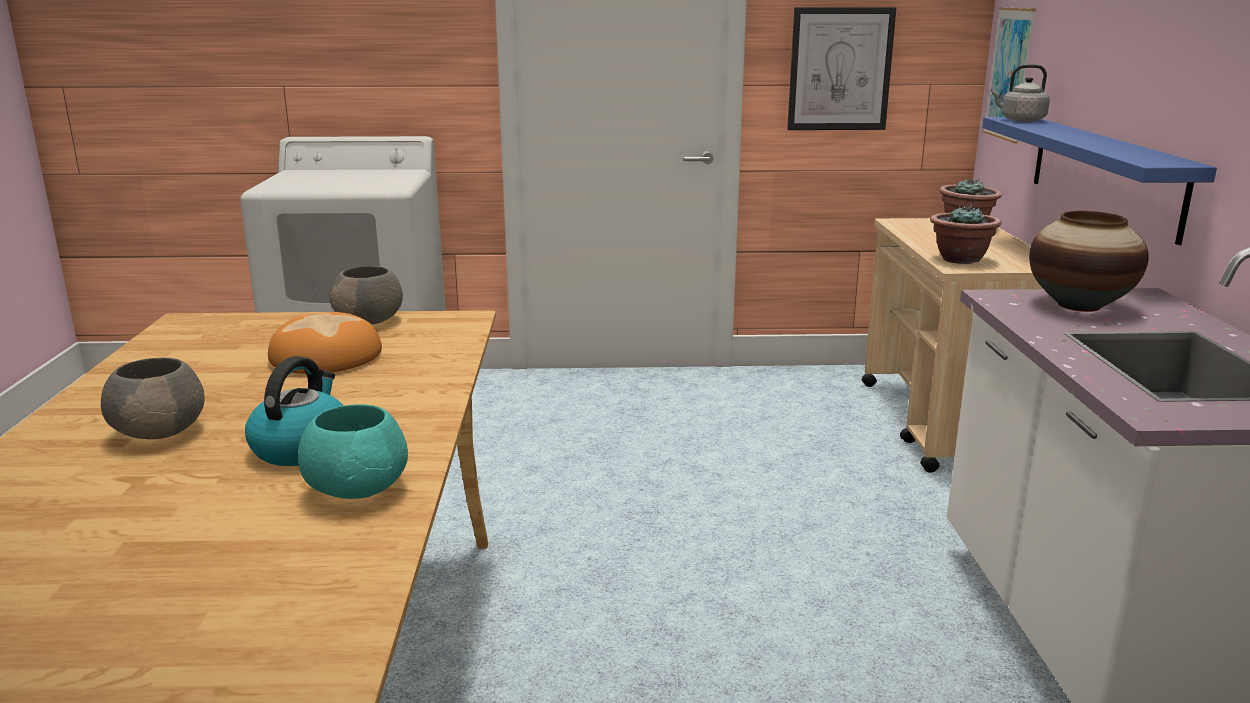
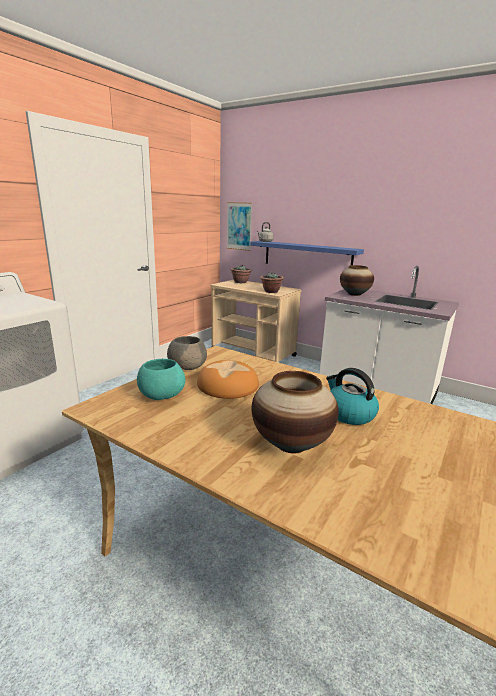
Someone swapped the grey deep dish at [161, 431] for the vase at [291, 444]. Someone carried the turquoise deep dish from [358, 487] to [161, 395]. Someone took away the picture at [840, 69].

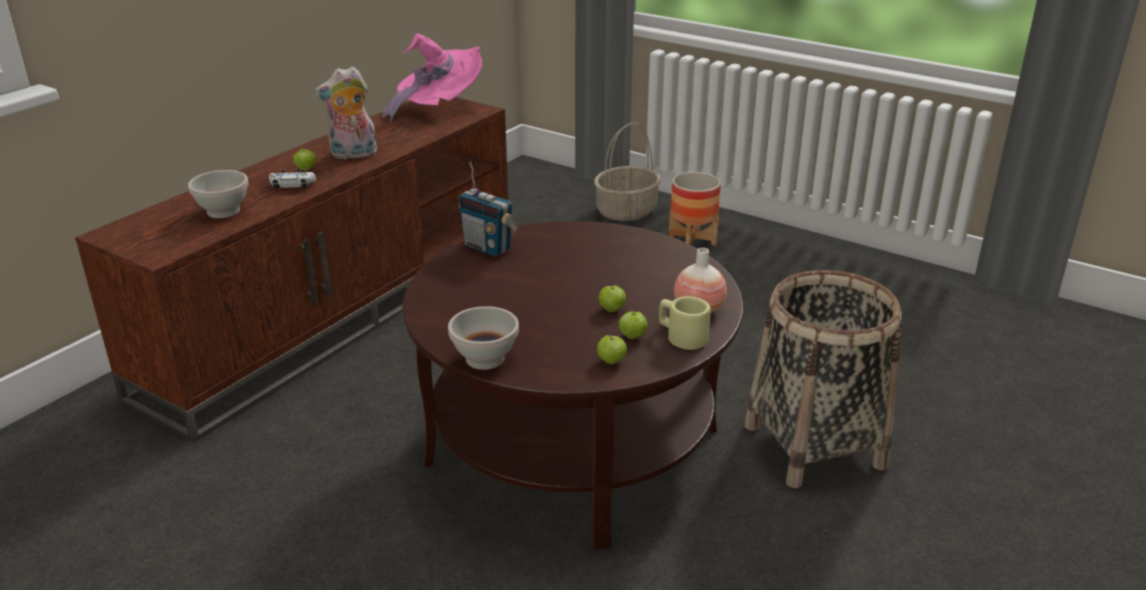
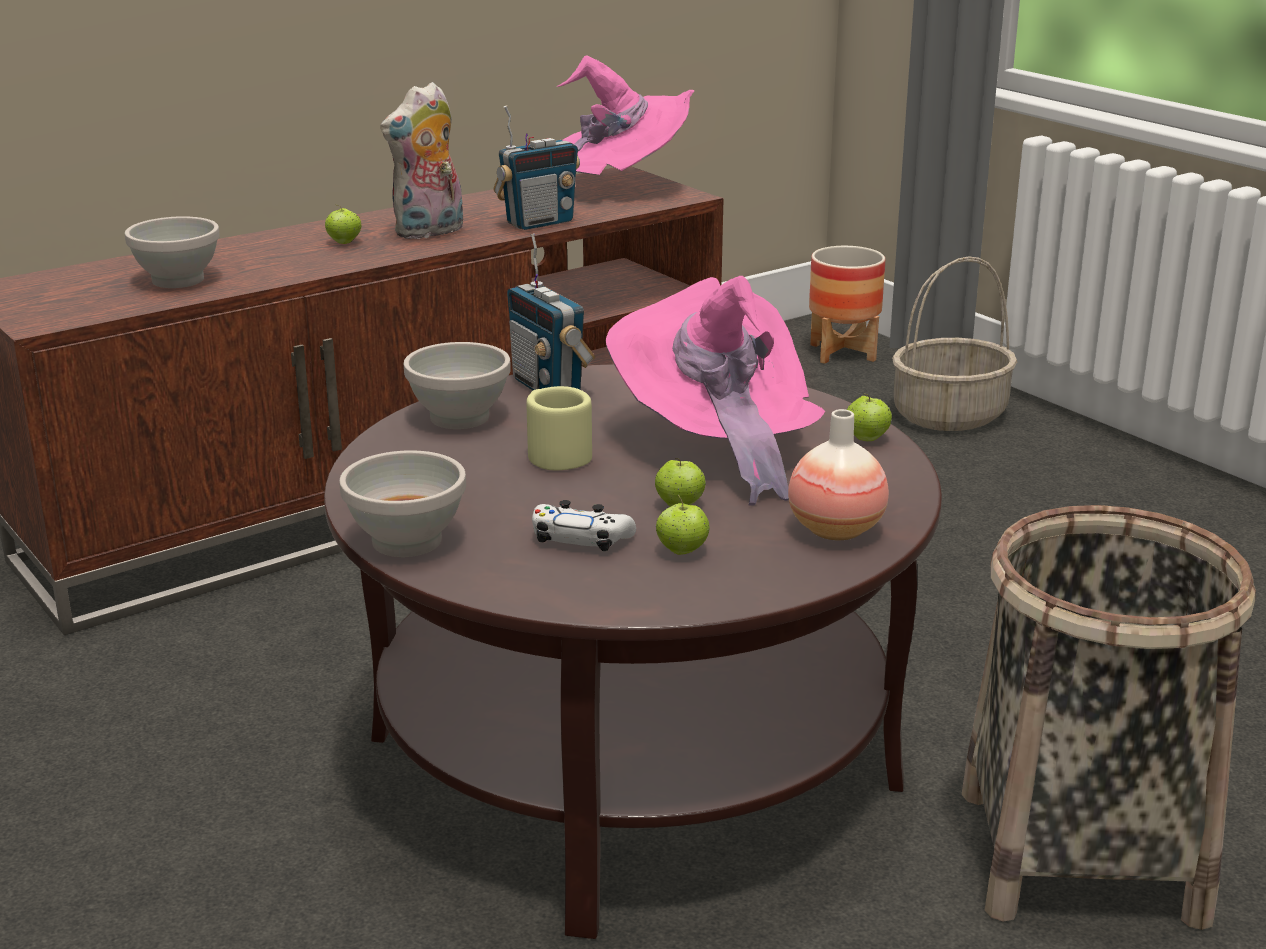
Someone carried the whitish gamepad from [292, 185] to [581, 538]. Someone rotated the soft toy at [352, 155] by 45 degrees counterclockwise. Someone carried the apple from [611, 361] to [867, 439]. Someone carried the beige mug from [681, 336] to [554, 453]. Someone carried the plant pot from [692, 241] to [843, 352]. Someone put down the whitish deep dish at [458, 418]. Someone put down the radio set at [539, 223]. Someone put down the pink-coloured hat at [717, 445].

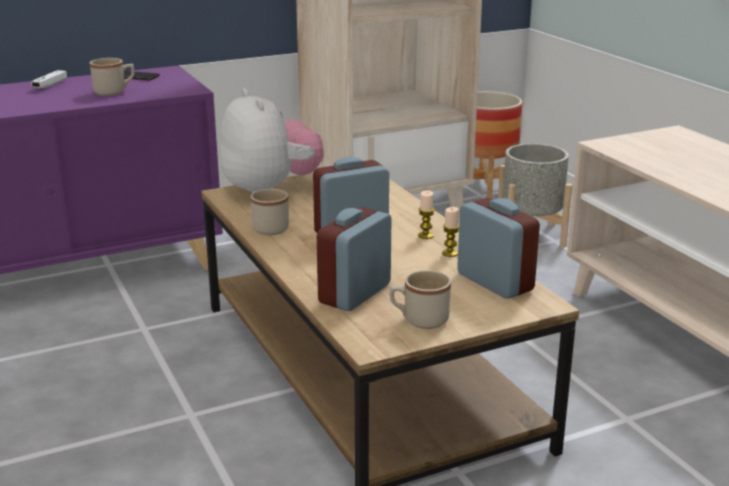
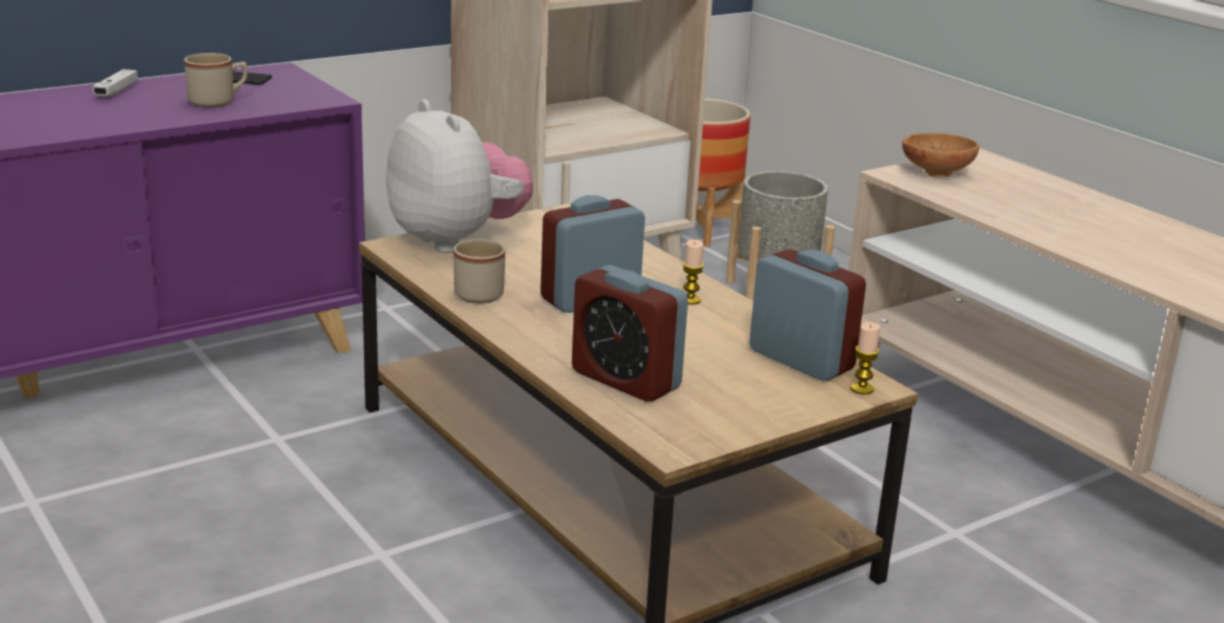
Someone rotated the table clock at [355, 293] by 75 degrees counterclockwise. Someone took away the beige mug at [419, 320]. Someone carried the wax candle from [450, 253] to [862, 389]. Someone put down the brown deep dish at [936, 172].

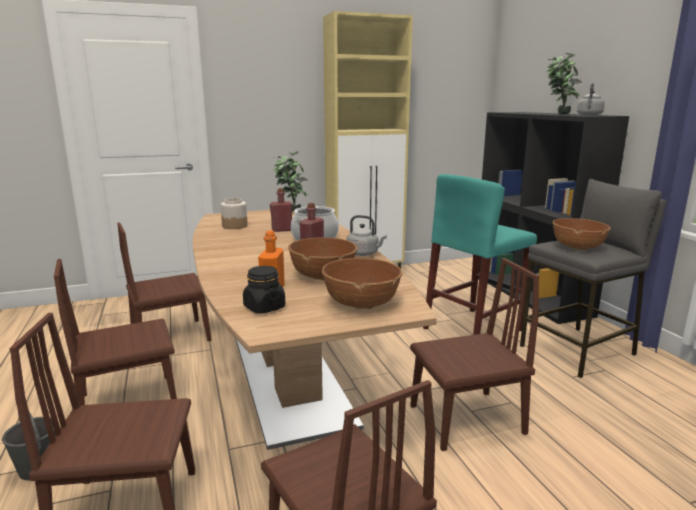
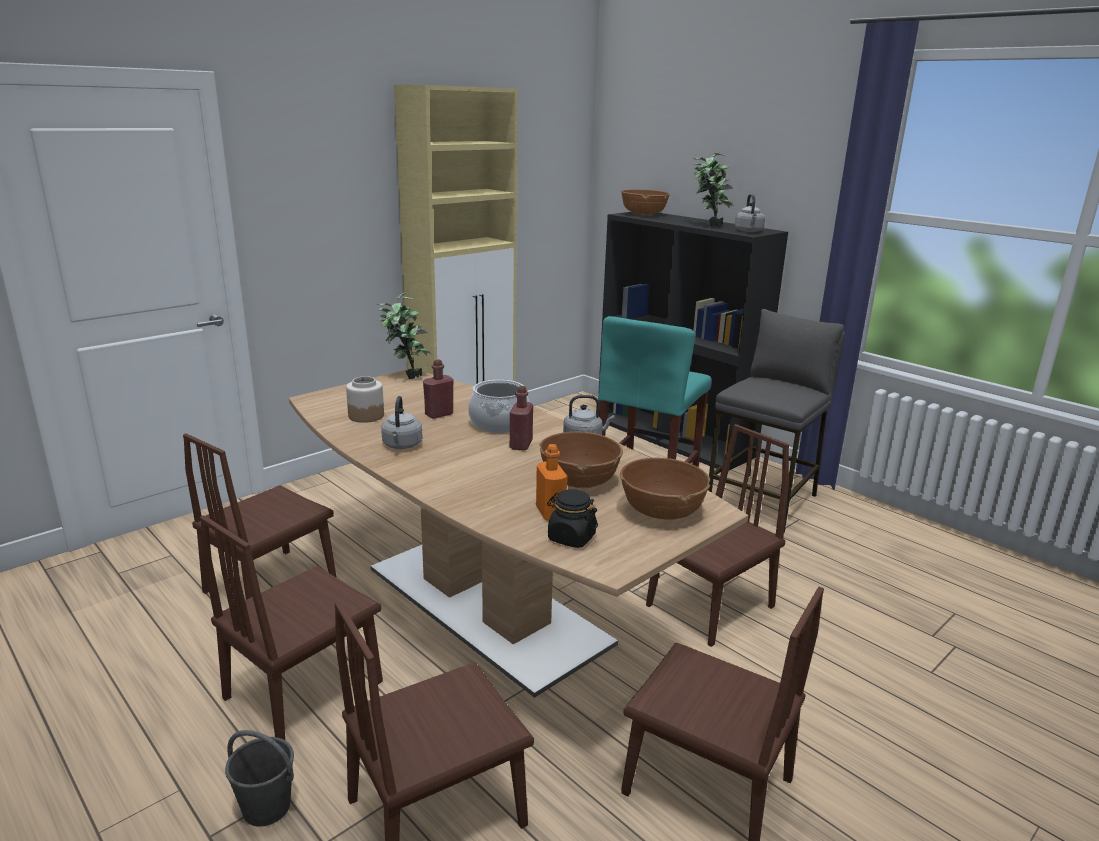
Someone carried the brown deep dish from [577, 247] to [643, 214]. Someone put down the grey water kettle at [402, 446].

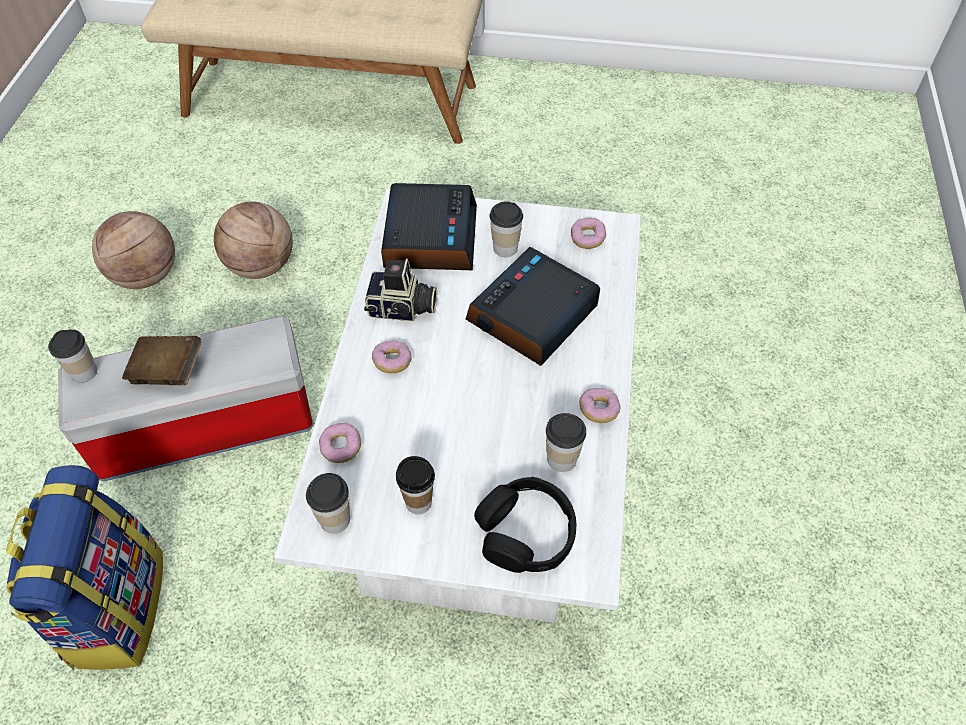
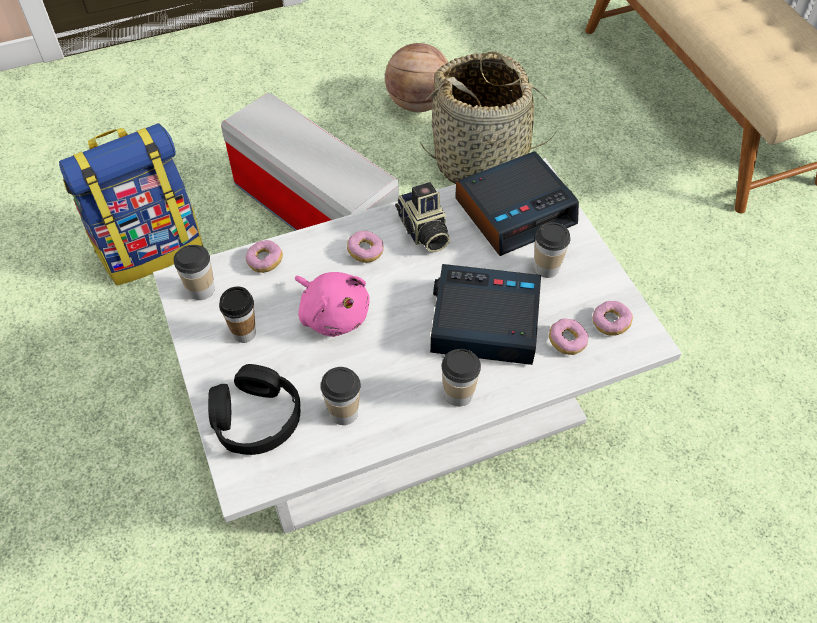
Someone carried the small cup from [84, 372] to [458, 394]. Someone took away the brown bound book at [168, 371]. Someone swapped the basketball ball at [261, 266] for the basket at [481, 160]. Someone carried the doughnut from [598, 410] to [567, 342]. Someone put down the pink-coloured soft toy at [333, 314].

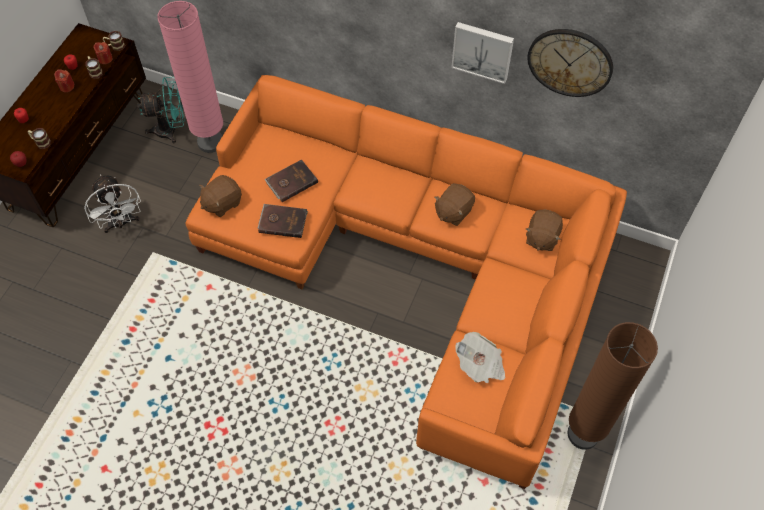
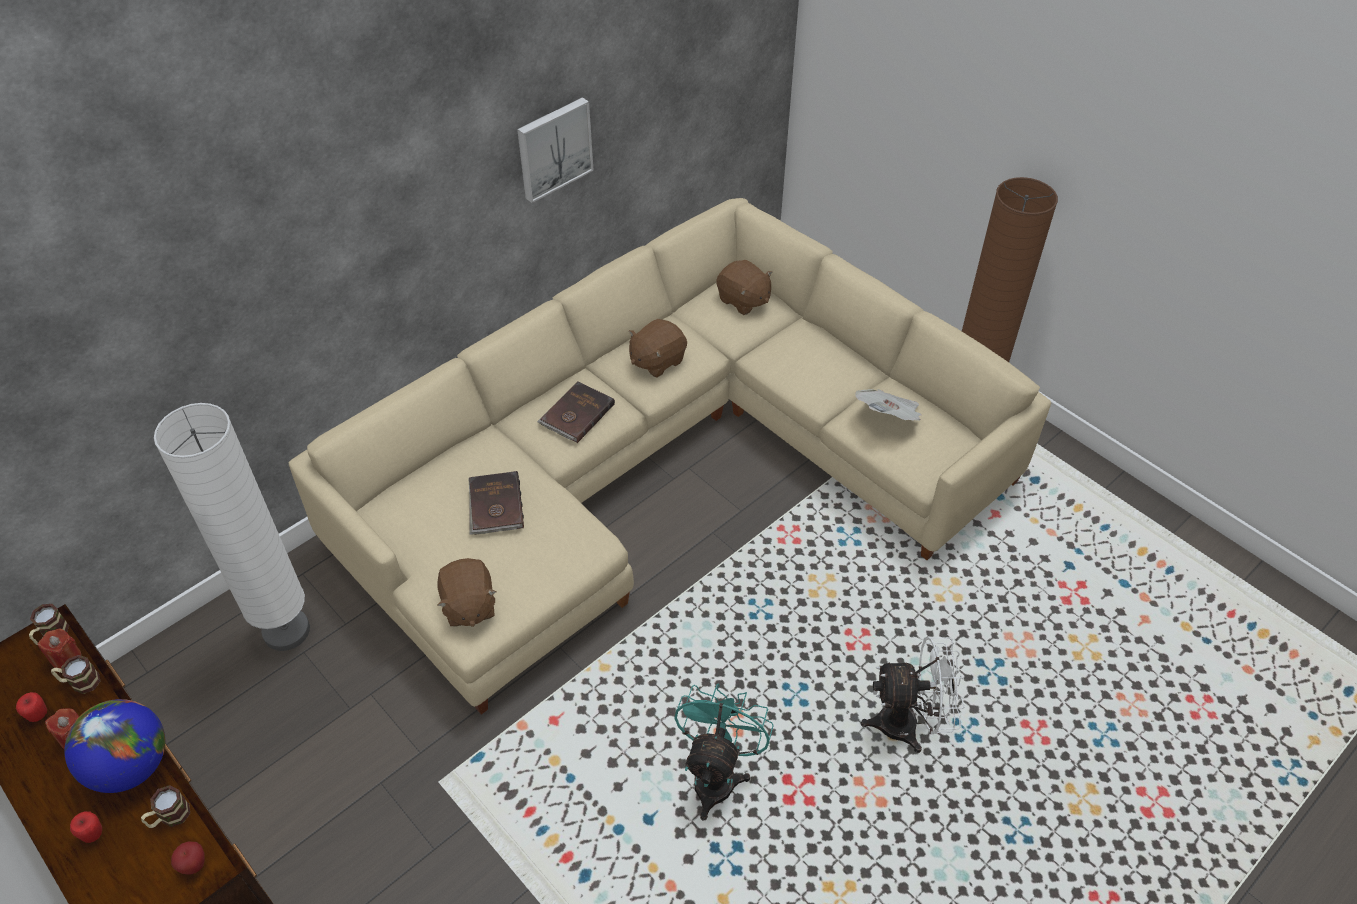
Someone carried the whitish electric fan from [121, 223] to [908, 724]. Someone carried the turquoise electric fan from [171, 130] to [716, 775]. Someone repainted the pink-coloured floor lamp at [210, 142], which became the whitish floor lamp at [286, 631]. Someone repainted the orange-coloured couch at [417, 264], which became the beige couch at [663, 464]. Someone carried the brown bound book from [282, 221] to [576, 414]. Someone rotated the brown soft toy at [453, 211] by 75 degrees clockwise. Someone took away the wall clock at [570, 62]. Someone put down the globe at [131, 766].

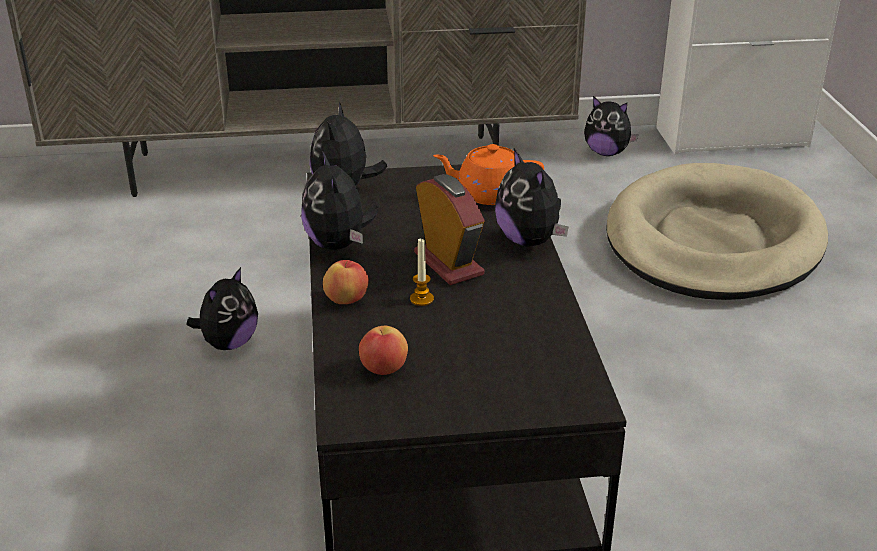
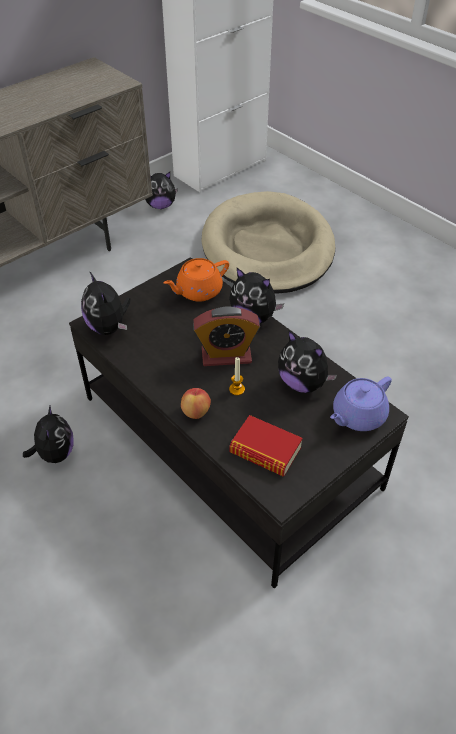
Someone carried the soft toy from [339, 244] to [303, 383]. Someone swapped the apple at [383, 369] for the bound book at [265, 450]. Someone rotated the table clock at [448, 264] by 150 degrees clockwise. Someone put down the purplish tea pot at [357, 416].

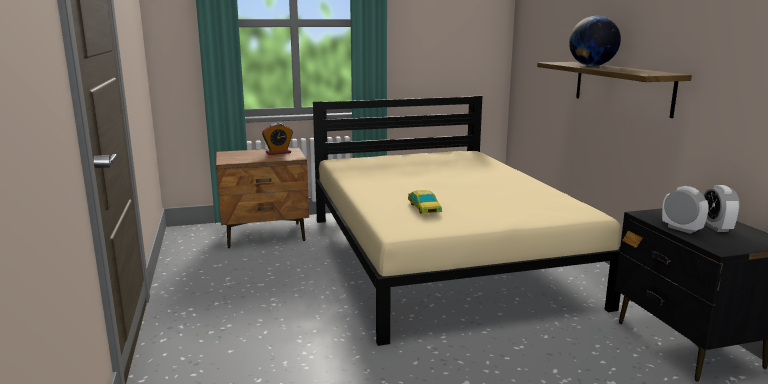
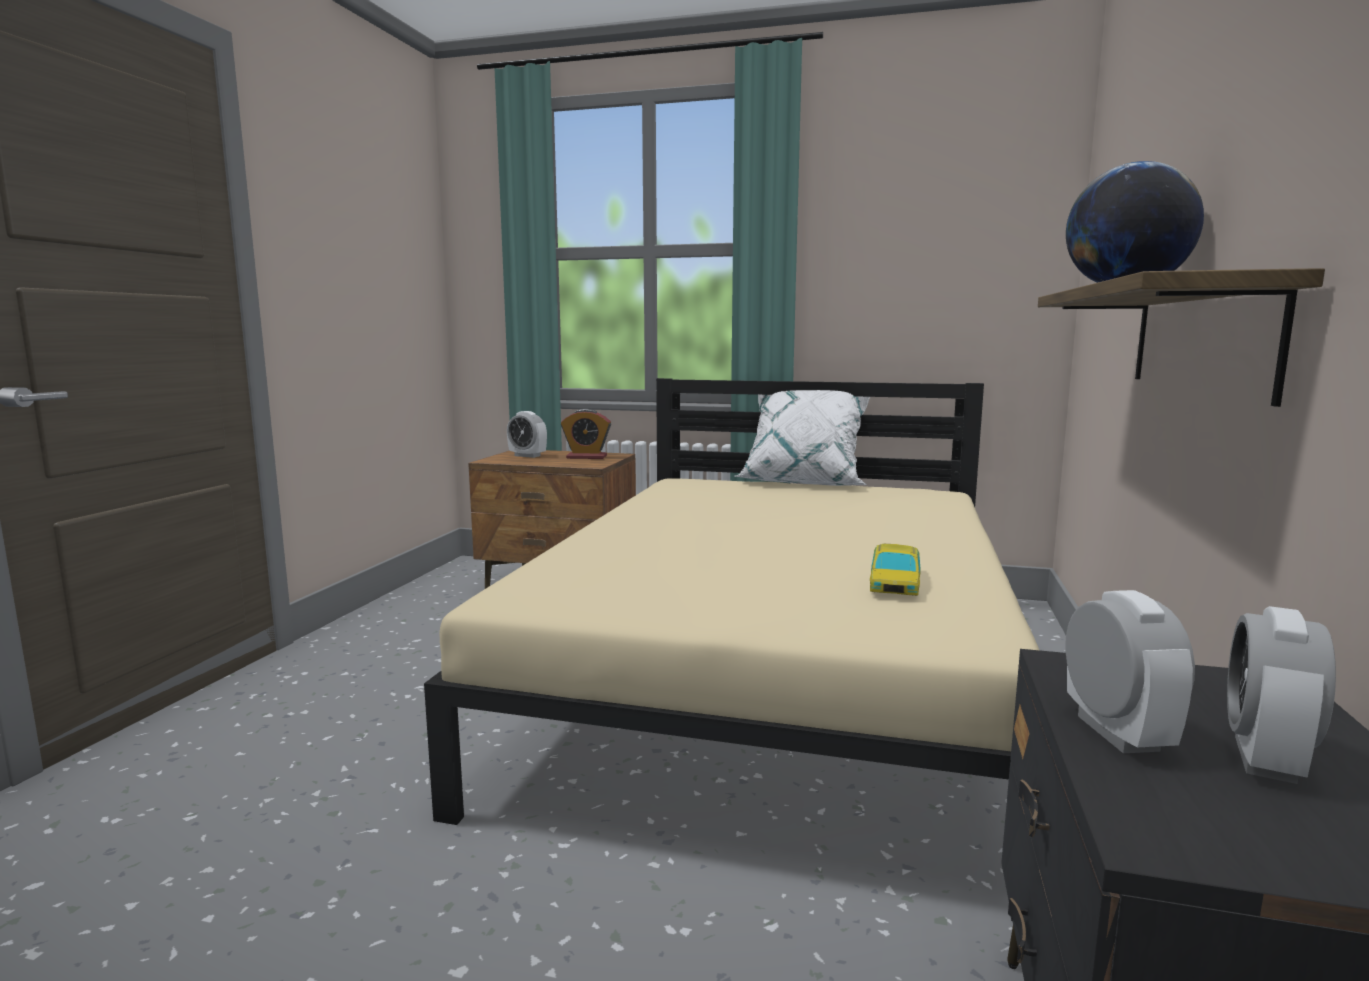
Someone carried the toy car from [424, 207] to [895, 582]. Someone put down the table clock at [527, 456]. Someone put down the whitish cushion at [804, 481].

